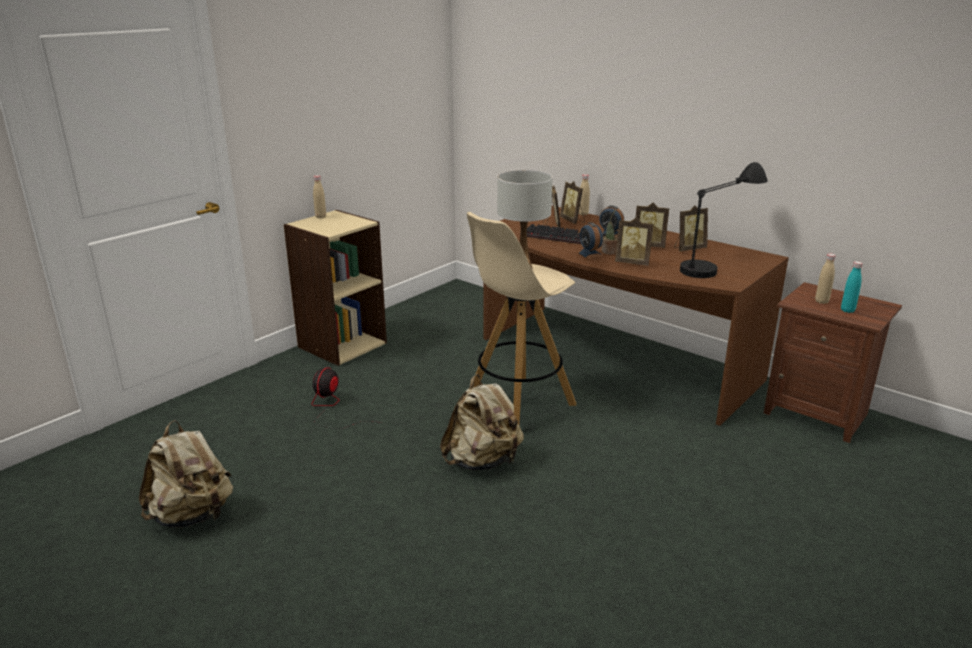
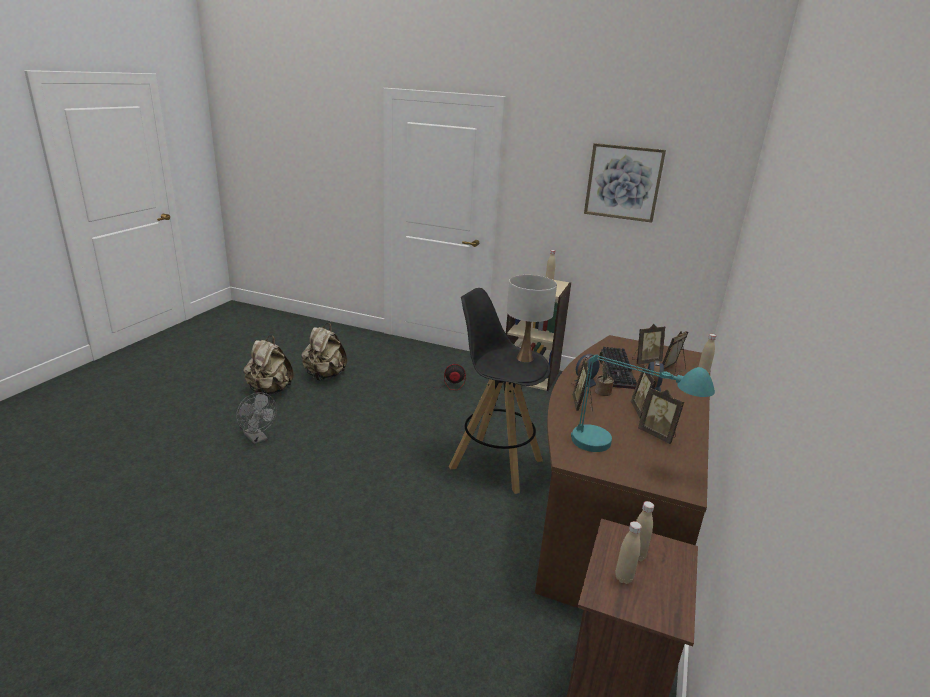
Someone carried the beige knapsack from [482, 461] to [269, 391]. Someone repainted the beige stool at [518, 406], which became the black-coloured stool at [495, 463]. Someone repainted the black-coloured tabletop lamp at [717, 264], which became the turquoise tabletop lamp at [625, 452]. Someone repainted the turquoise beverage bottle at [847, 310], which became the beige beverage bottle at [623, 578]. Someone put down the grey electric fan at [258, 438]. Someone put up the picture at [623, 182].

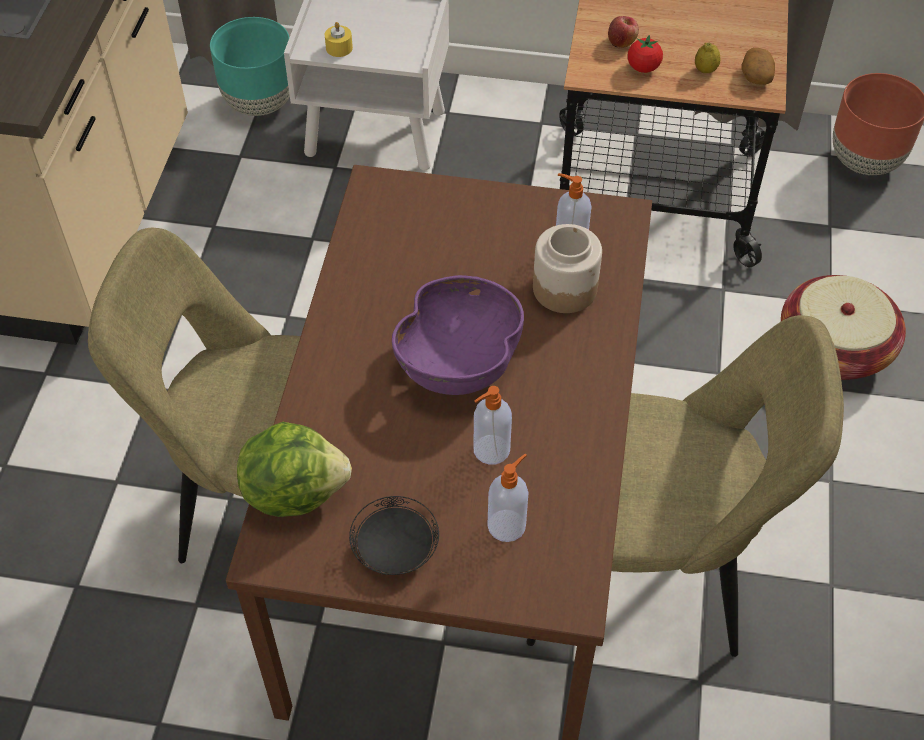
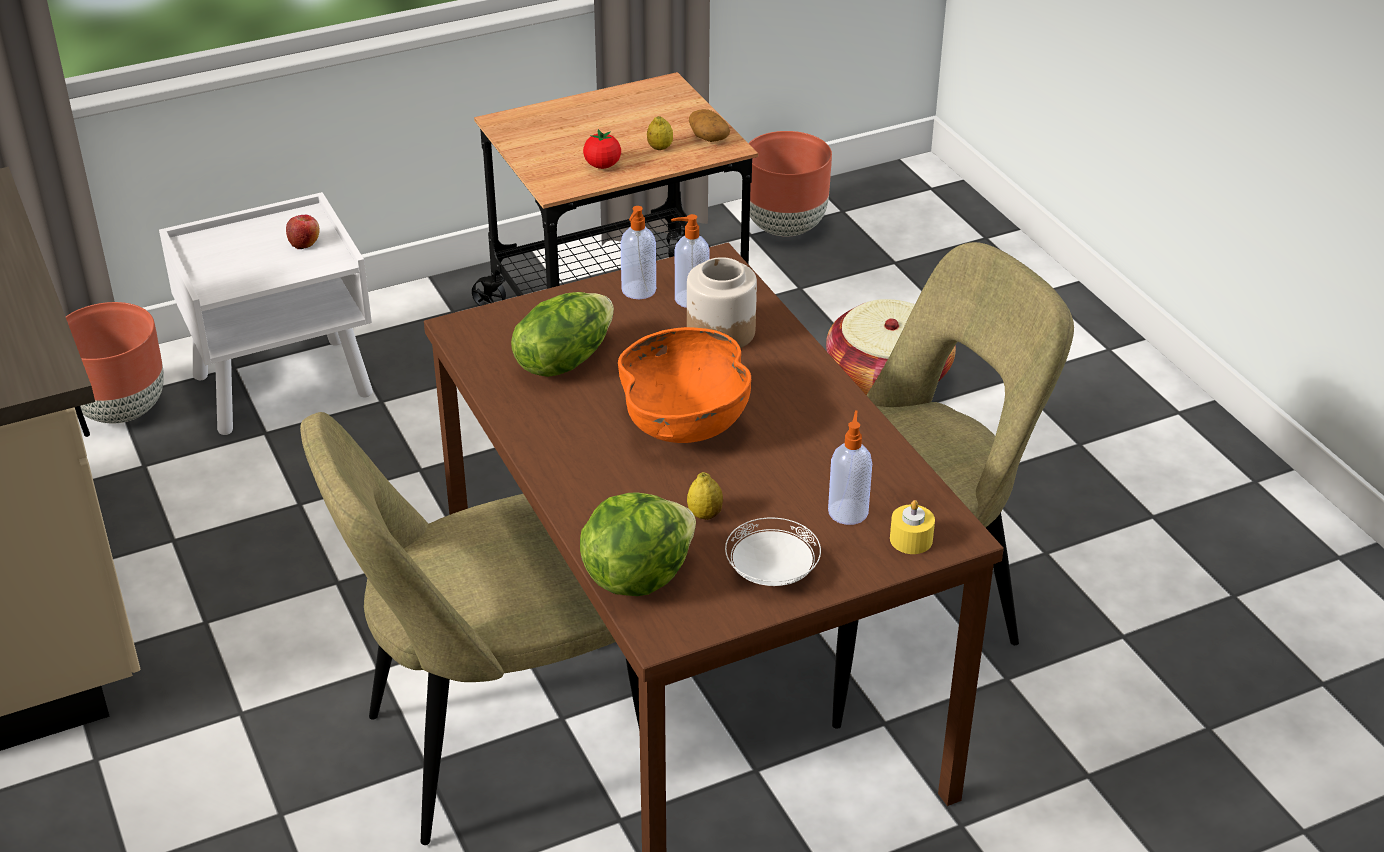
Someone repainted the turquoise plant pot at [260, 103], which became the brown plant pot at [122, 409]. Someone carried the yellowish wax candle from [339, 48] to [911, 539]. Someone repainted the black-coloured flat dish at [394, 549], which became the whitish flat dish at [771, 573]. Someone repainted the purplish deep dish at [459, 362], which became the orange-coloured deep dish at [685, 421]. Someone carried the soap bottle from [490, 450] to [638, 291]. Someone carried the apple from [622, 42] to [304, 243]. Someone put down the head of lettuce at [563, 360]. Someone put down the citrus fruit at [704, 514].

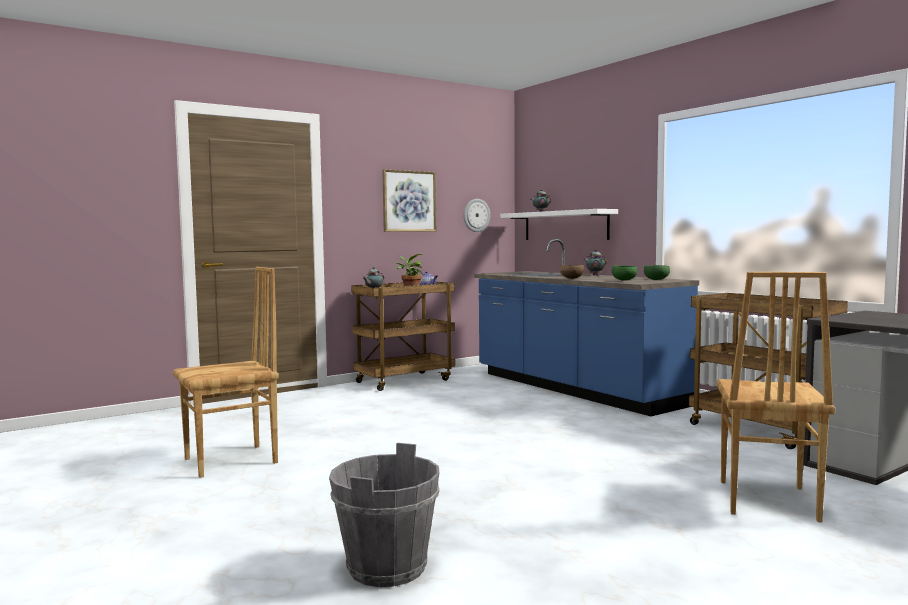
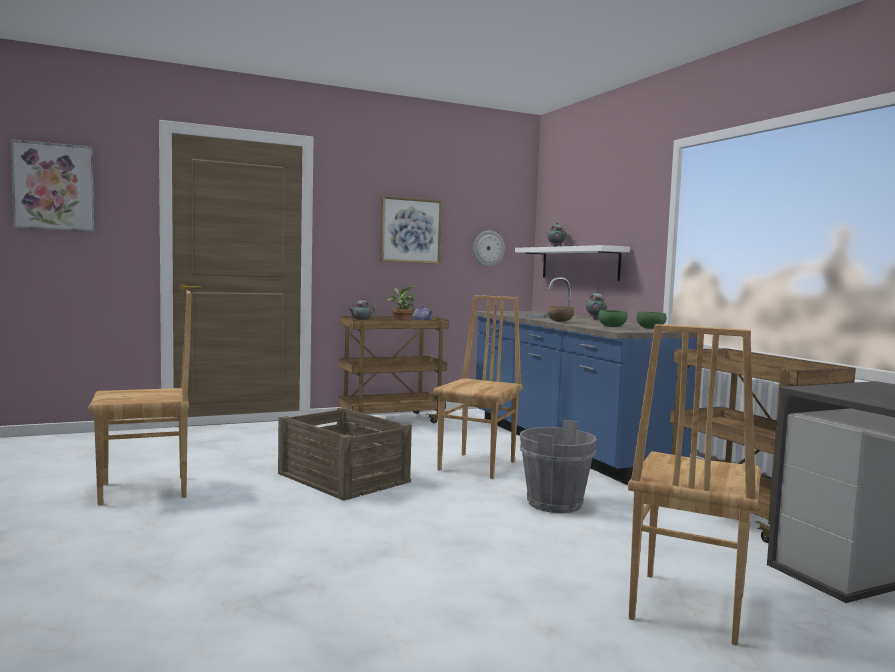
Someone carried the grey bucket from [386, 567] to [554, 503]. Someone put up the picture at [54, 187]. Someone put down the crate at [343, 478]. Someone put down the brown upright chair at [478, 466].

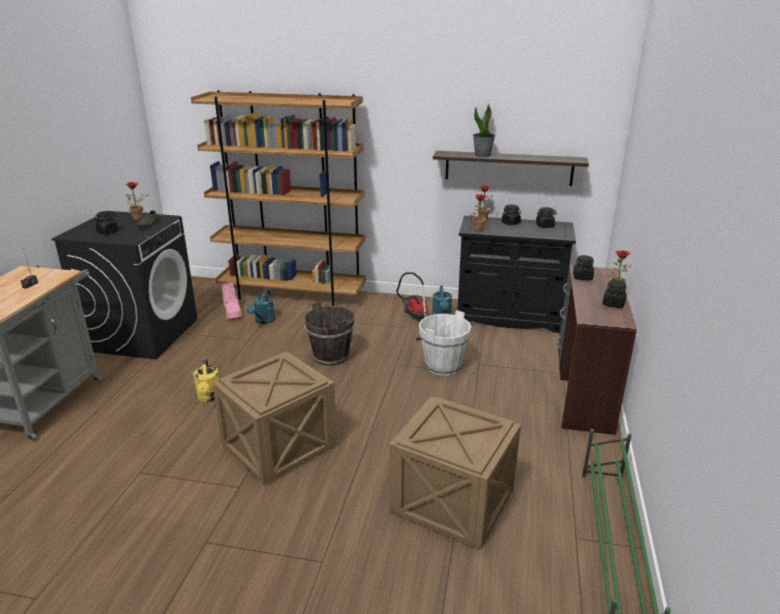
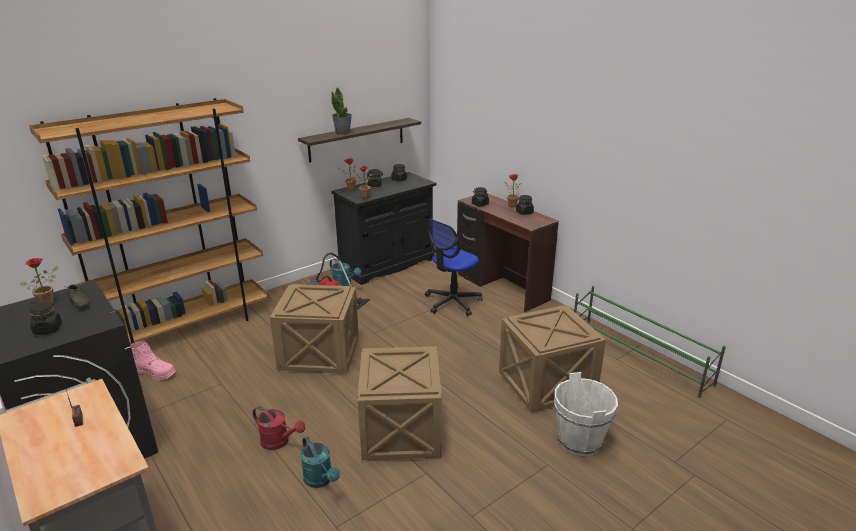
Someone repainted the yellowish watering can at [209, 397], which became the reddish watering can at [279, 442]. Someone carried the turquoise watering can from [263, 321] to [321, 480]. Someone swapped the brown bucket at [331, 356] for the crate at [318, 354]. Someone carried the whitish bucket from [443, 366] to [579, 440]. Someone put down the office chair at [452, 302].

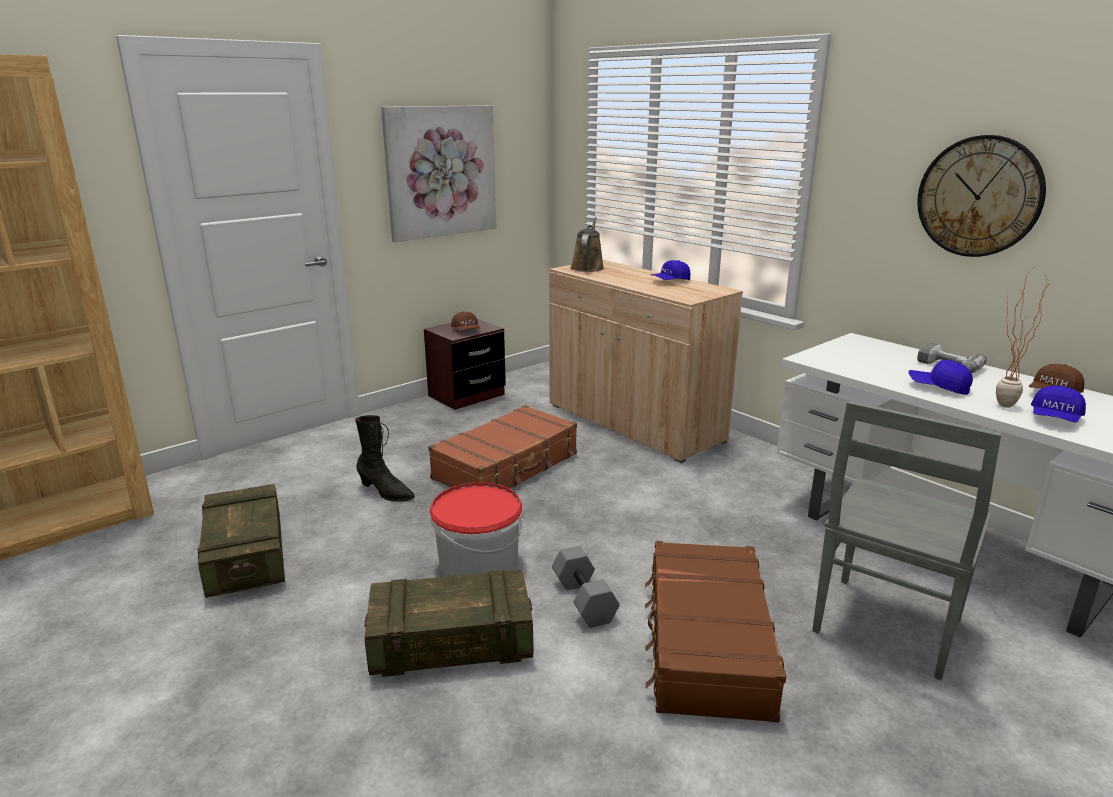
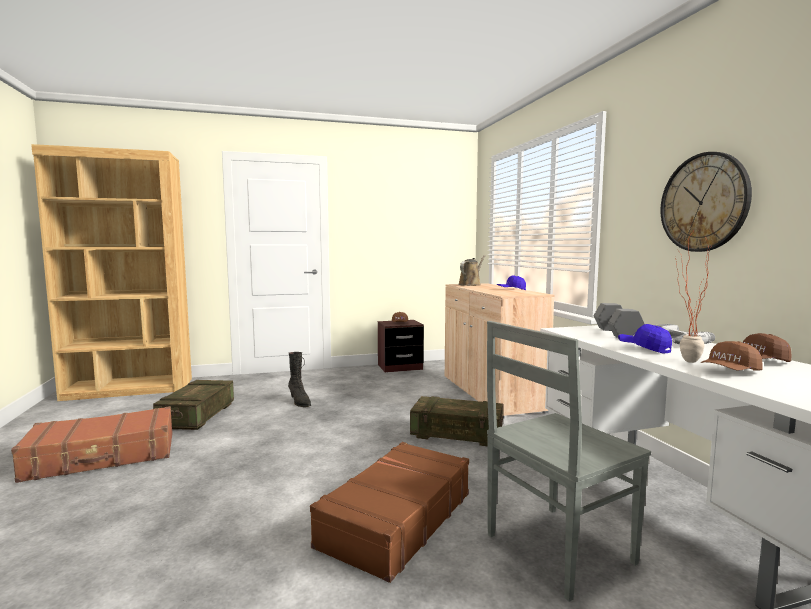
Someone carried the crate from [451, 644] to [457, 434]. Someone took away the picture at [441, 172]. Someone carried the brown suitcase from [507, 466] to [103, 456]. Someone took away the bucket at [478, 564]. Someone carried the grey free weight from [582, 600] to [615, 333]. Someone repainted the blue-coloured baseball cap at [1055, 418], which became the brown baseball cap at [729, 371].

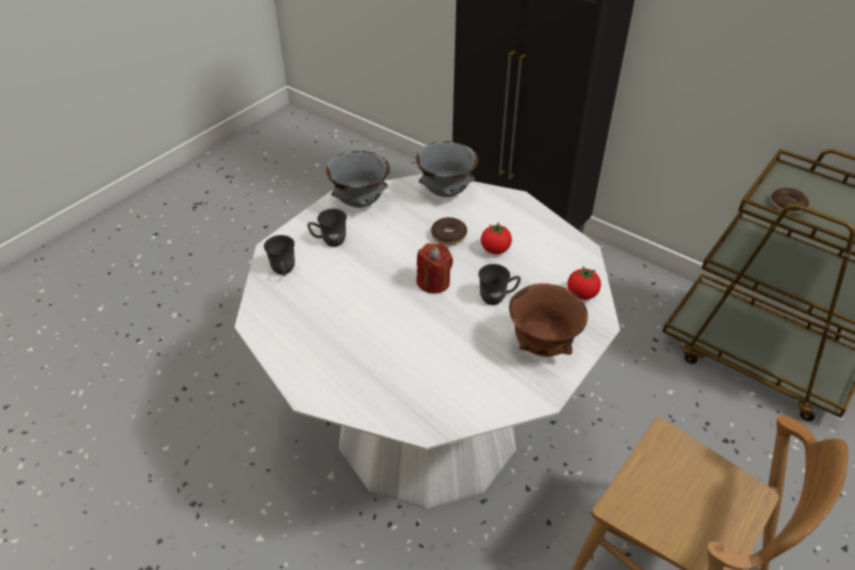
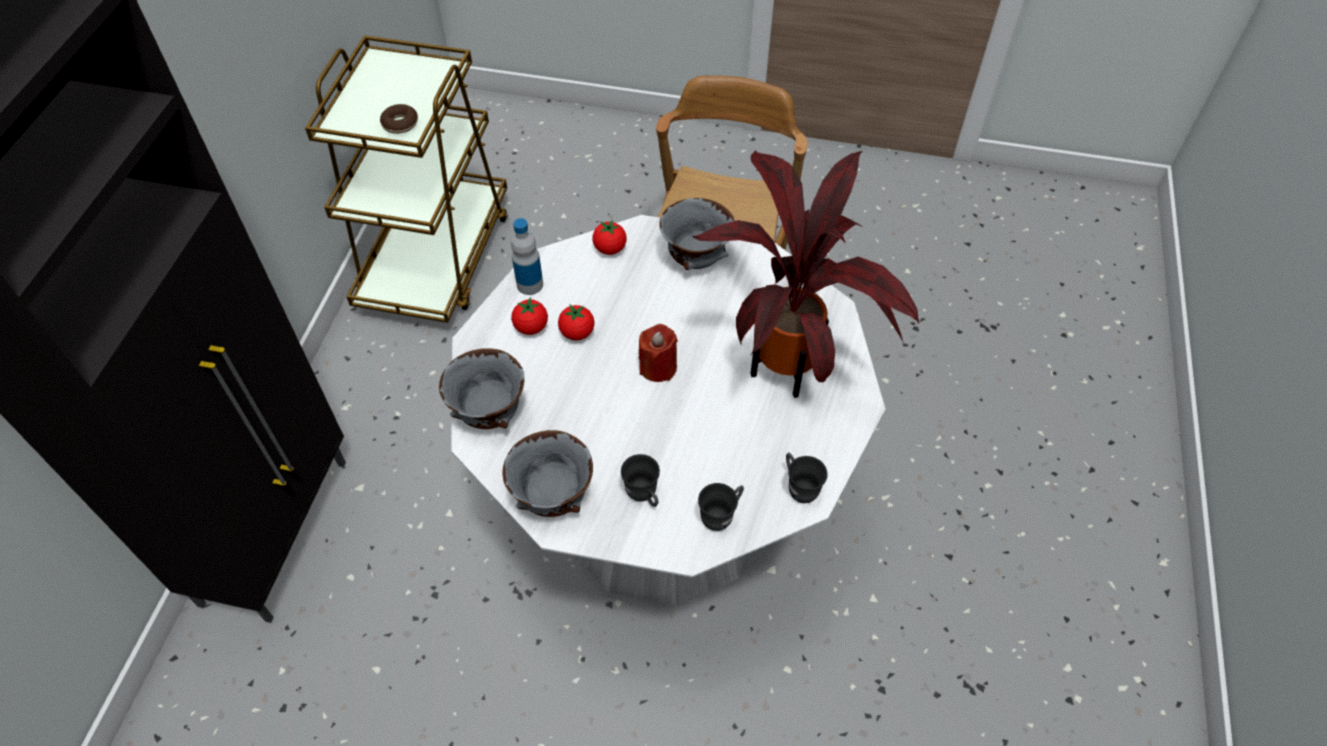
Someone took away the doughnut at [448, 236]. Someone carried the grey mug from [497, 297] to [799, 487]. Someone repainted the brown deep dish at [543, 346], which became the grey deep dish at [695, 258]. Someone put down the beverage bottle at [530, 284]. Someone put down the tomato at [531, 327]. Someone put down the potted plant at [792, 365].

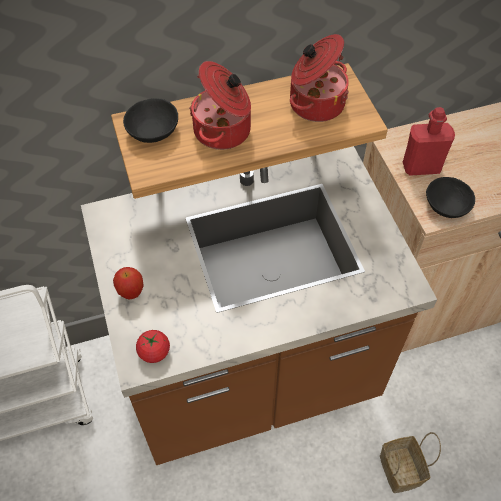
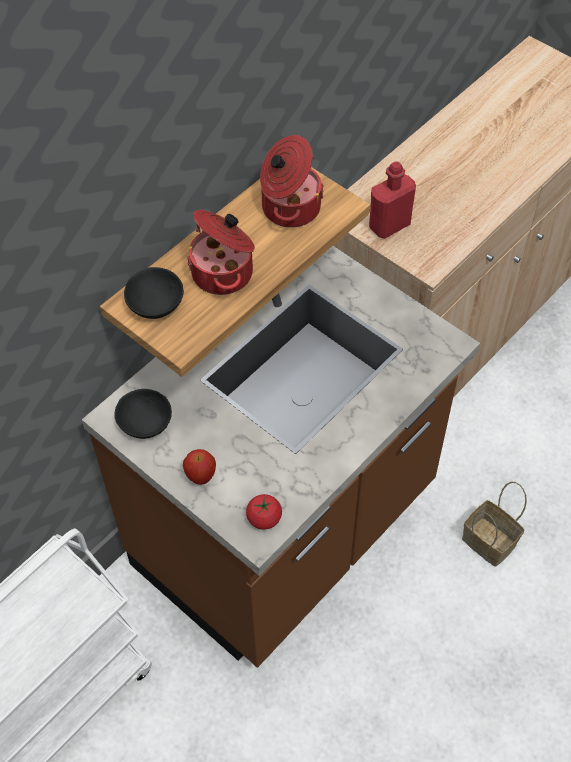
Someone carried the black-coloured deep dish from [445, 205] to [143, 422].

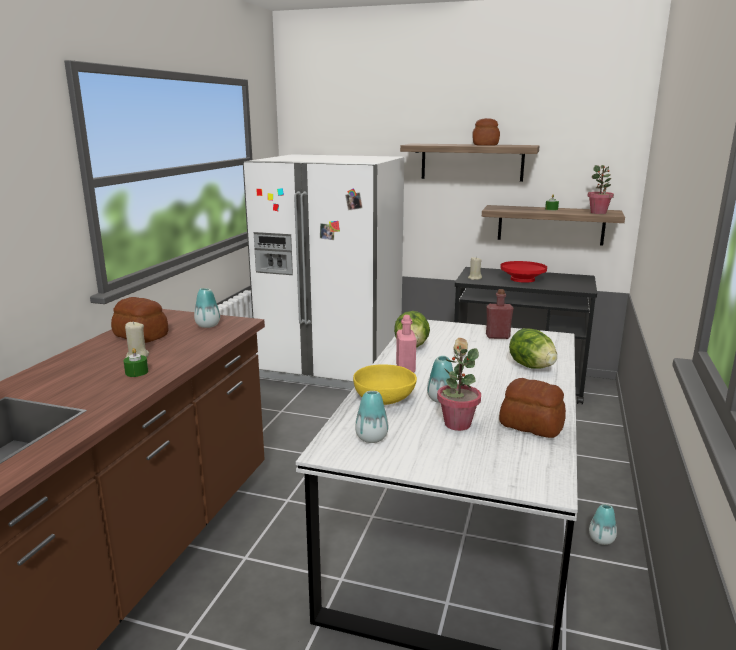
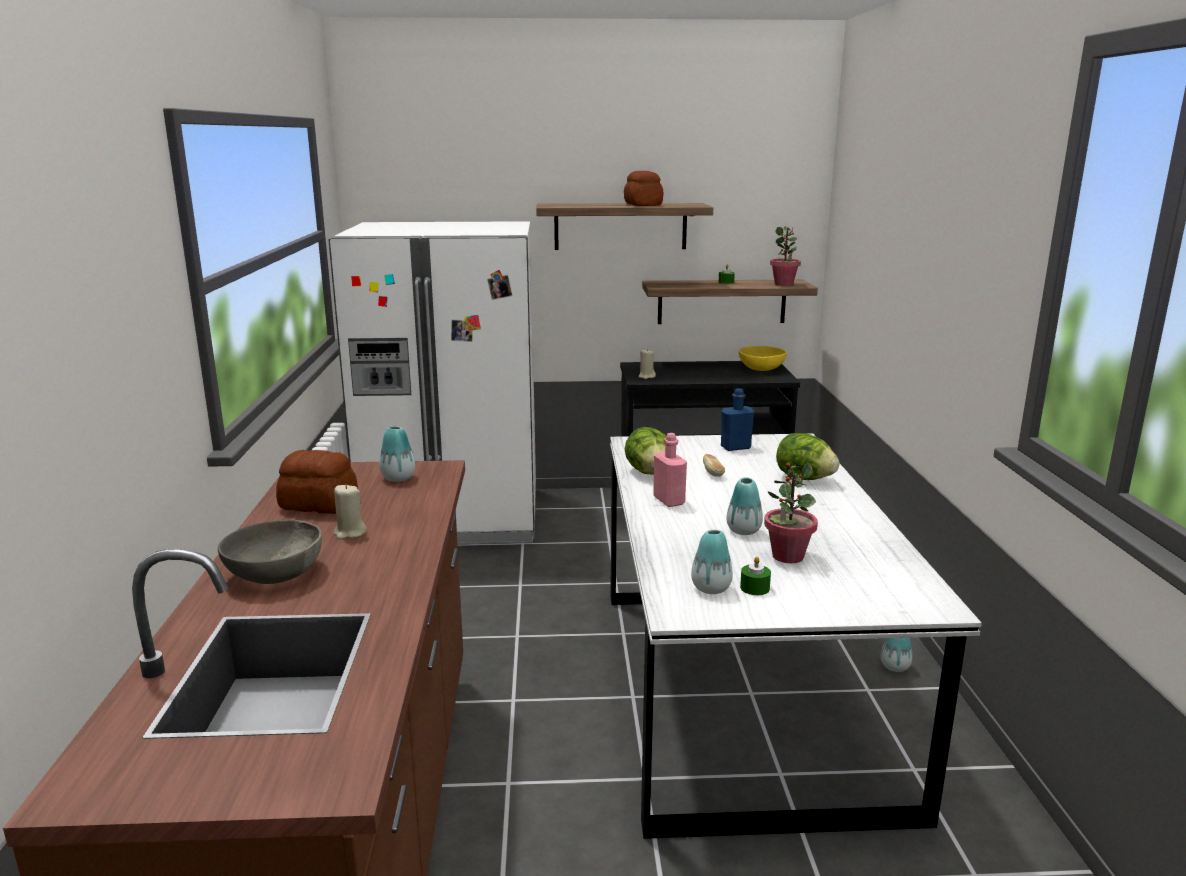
Someone carried the green-coloured wax candle from [136, 372] to [754, 588]. Someone carried the yellowish deep dish from [384, 398] to [761, 368]. Someone repainted the reddish beverage bottle at [497, 336], which became the blue-coloured beverage bottle at [735, 447]. Someone took away the baked bread at [531, 425]. Someone took away the reddish deep dish at [522, 279]. Someone put down the grey deep dish at [274, 573].

